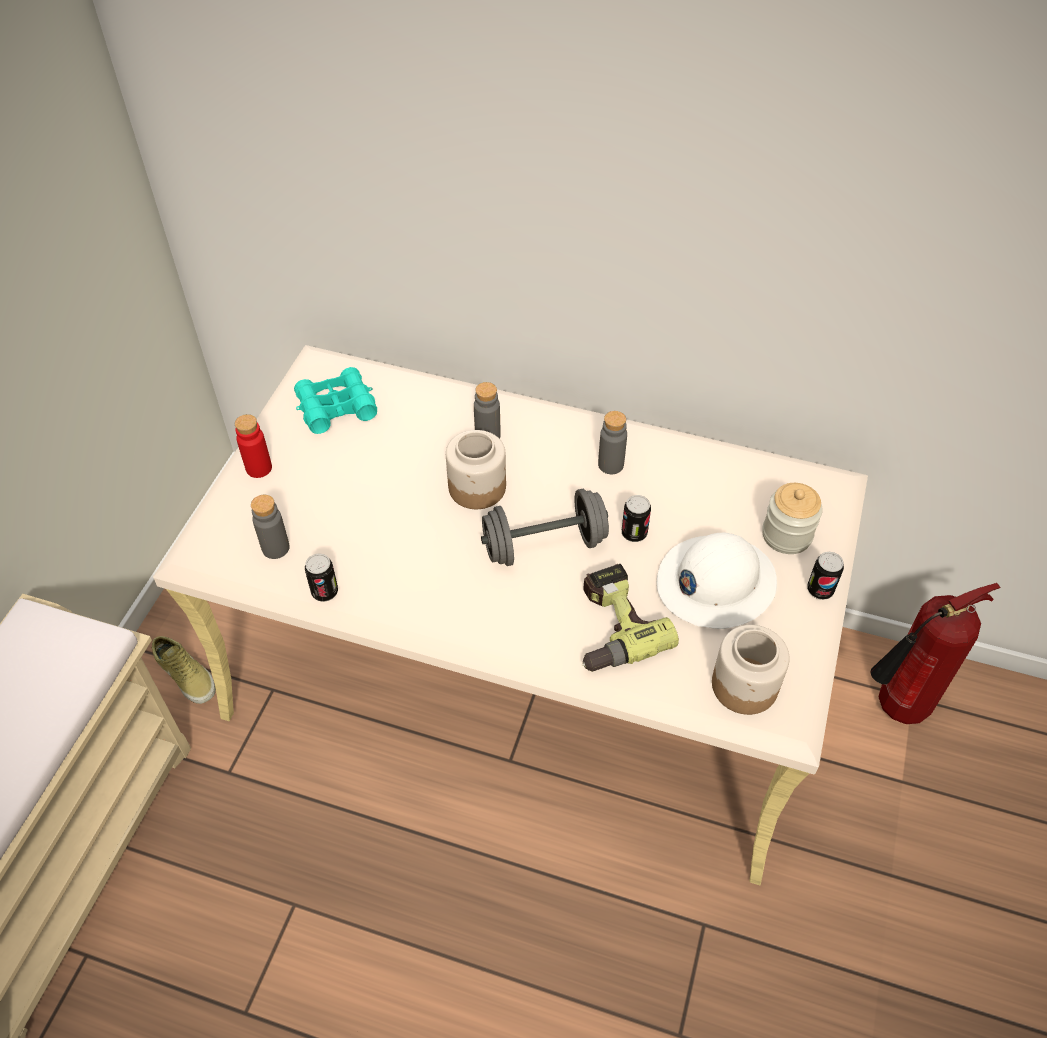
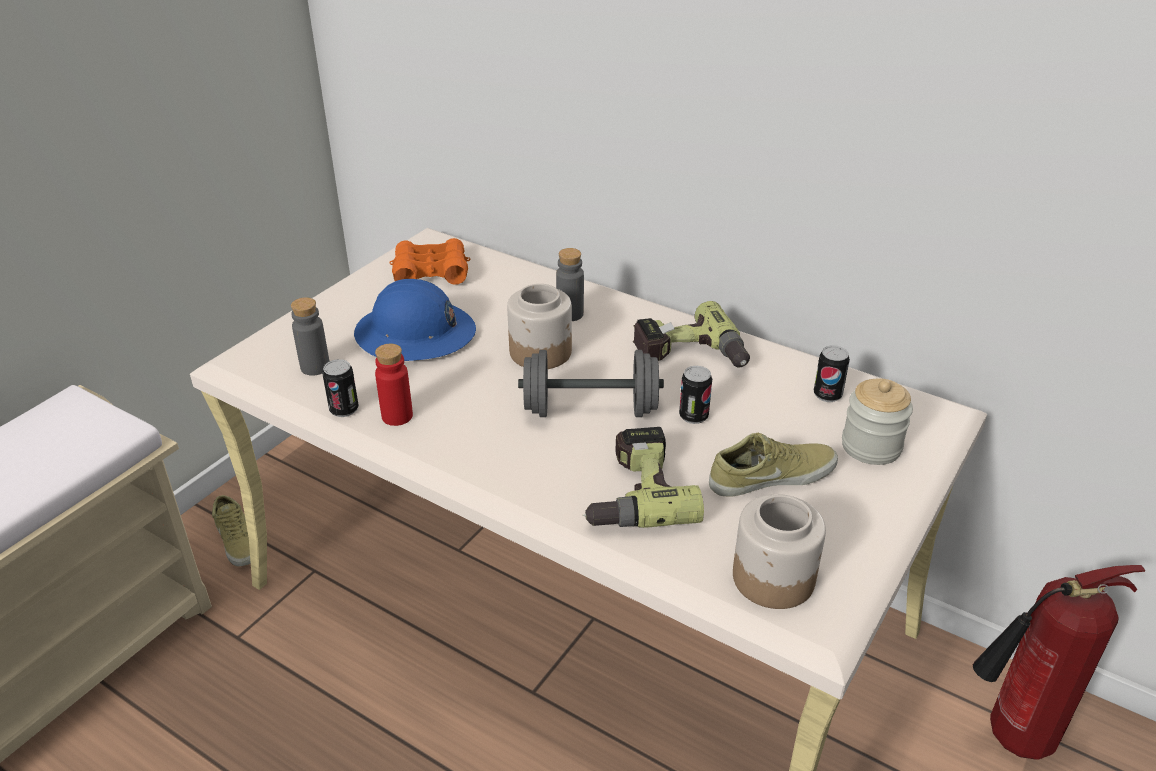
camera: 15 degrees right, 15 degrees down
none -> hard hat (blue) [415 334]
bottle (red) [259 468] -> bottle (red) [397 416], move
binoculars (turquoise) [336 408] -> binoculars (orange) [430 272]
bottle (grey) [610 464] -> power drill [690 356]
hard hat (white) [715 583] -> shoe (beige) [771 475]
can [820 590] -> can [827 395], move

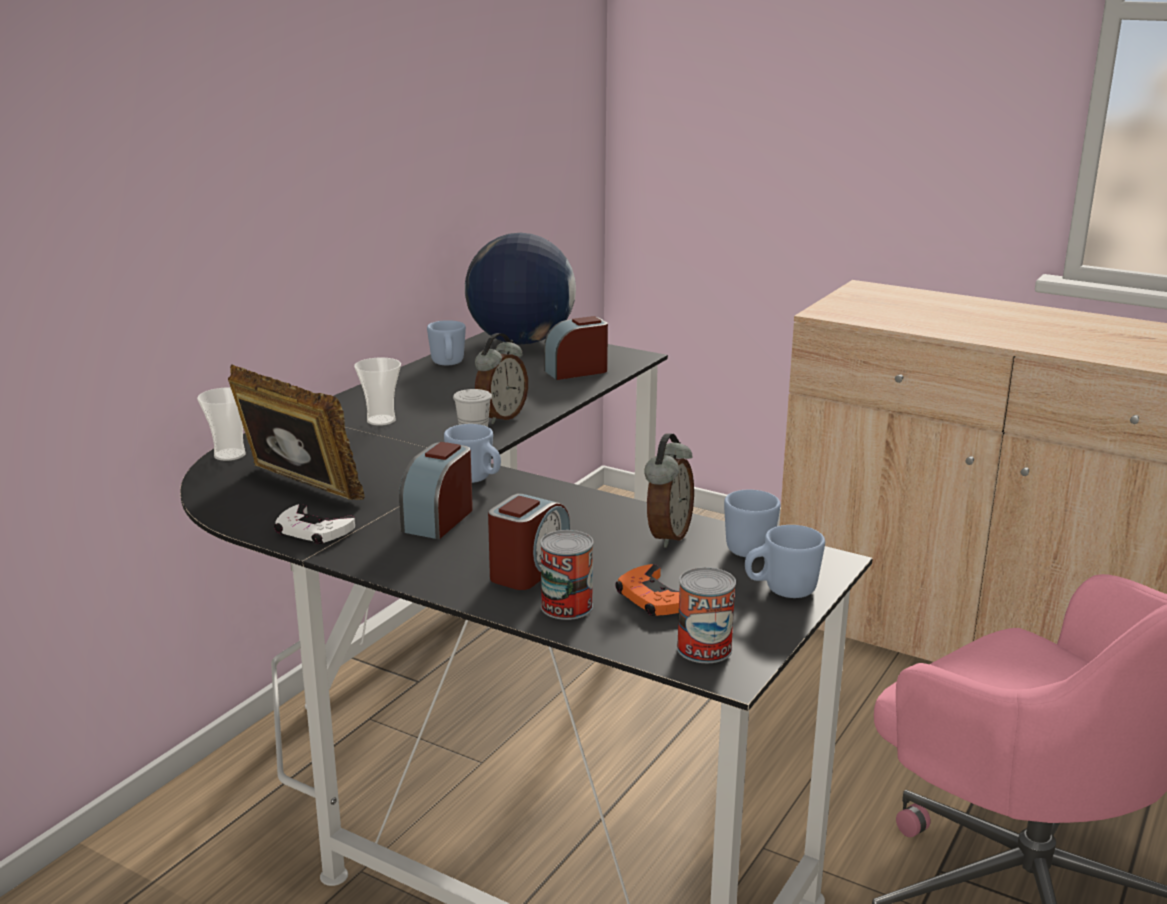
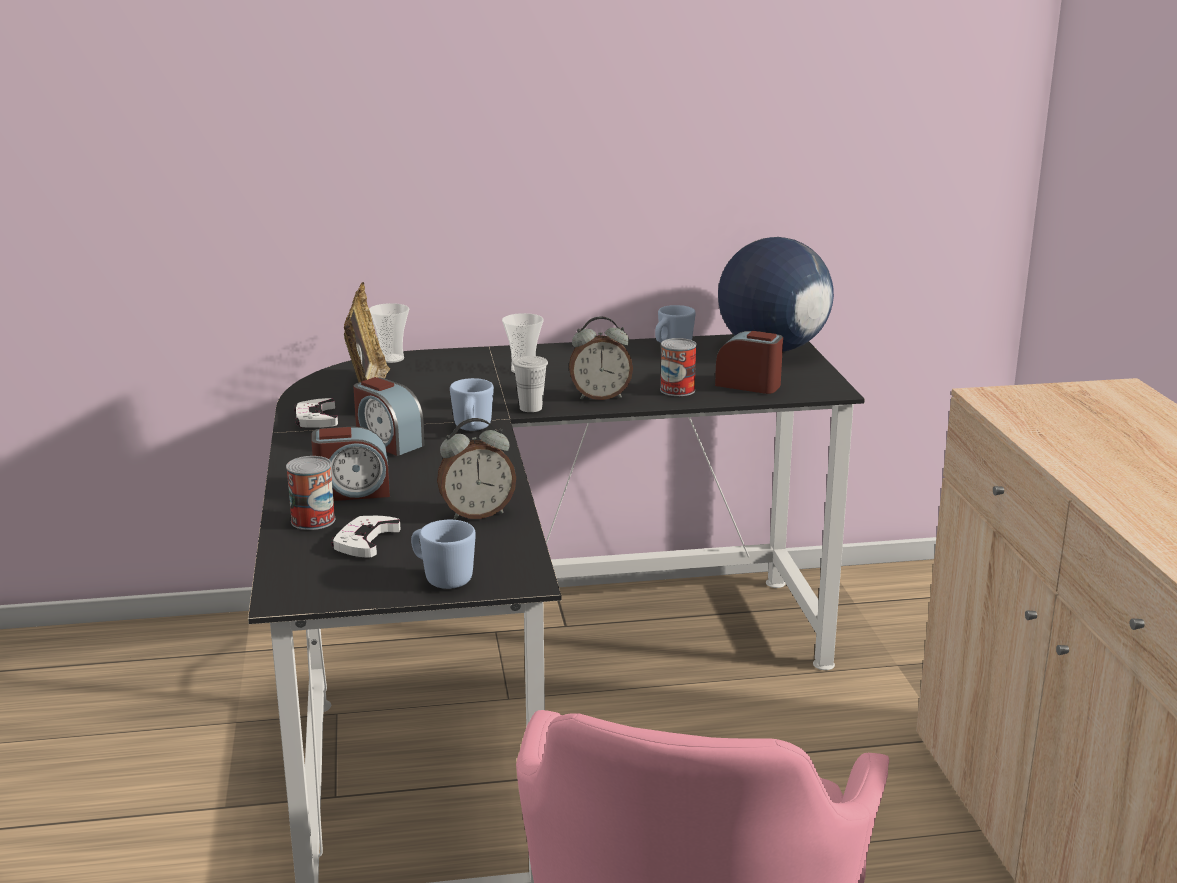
camera: 50 degrees right, 0 degrees up
game controller (orange) [655 598] -> game controller (white) [365 542]
alarm clock [438 519] -> alarm clock [388 442], 120 degrees counterclockwise
can [704 648] -> can [677 390], move
mug (blue) [747 546] -> none

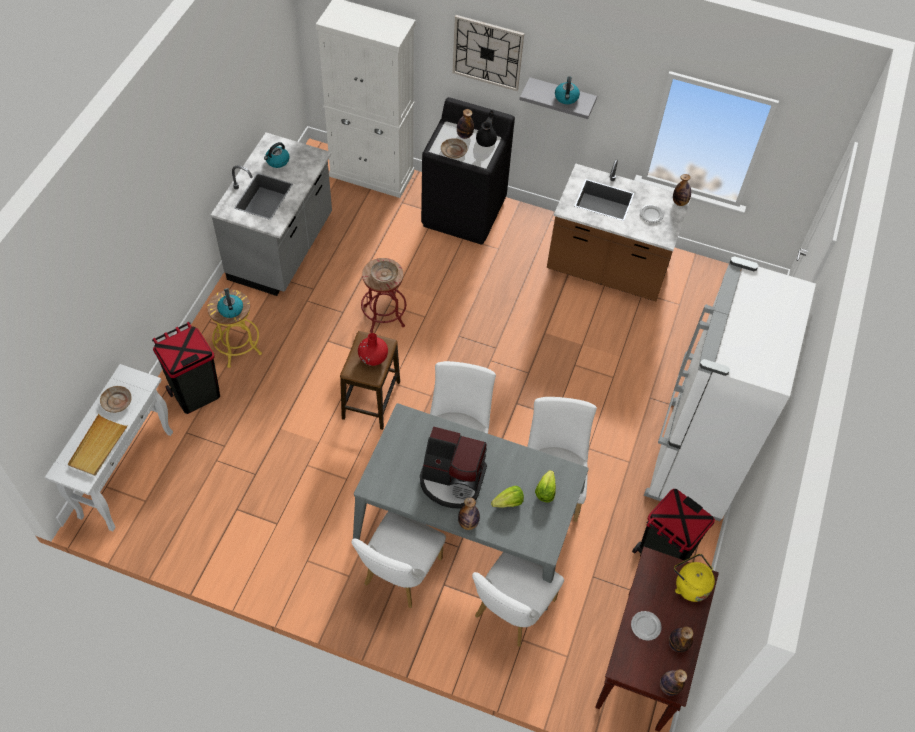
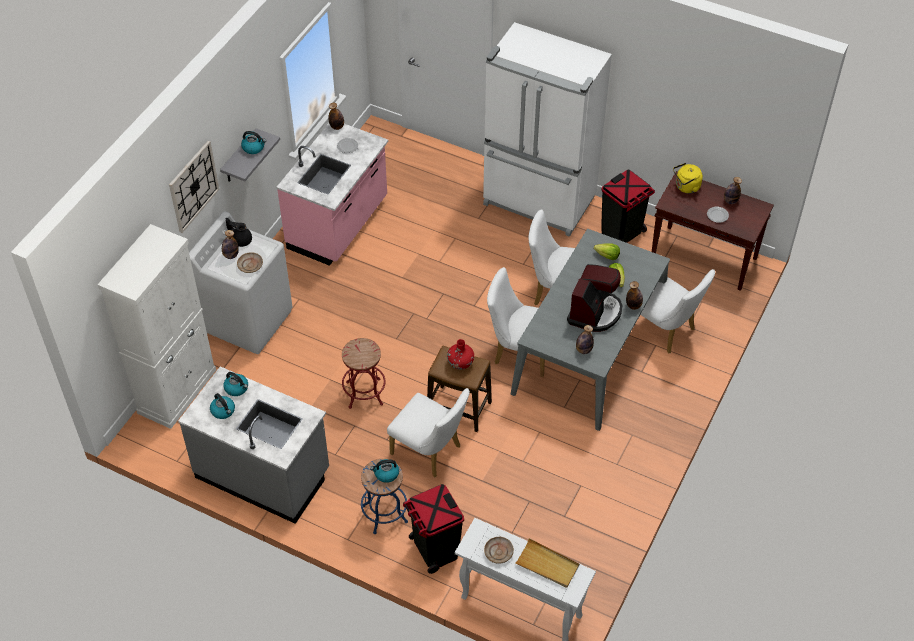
camera: 80 degrees left, 5 degrees down
washing machine (black) [464 212] -> washing machine (white) [248 320]
none -> kettle [237 388]
counter (brown) [607 269] -> counter (pink) [339 225]
stool (yellow) [238 348] -> stool (blue) [384 514]
chair (white) [399 575] -> chair (white) [430 452], move
bottle [669 687] -> bottle [583 350], move
plate (beige) [384 274] -> none

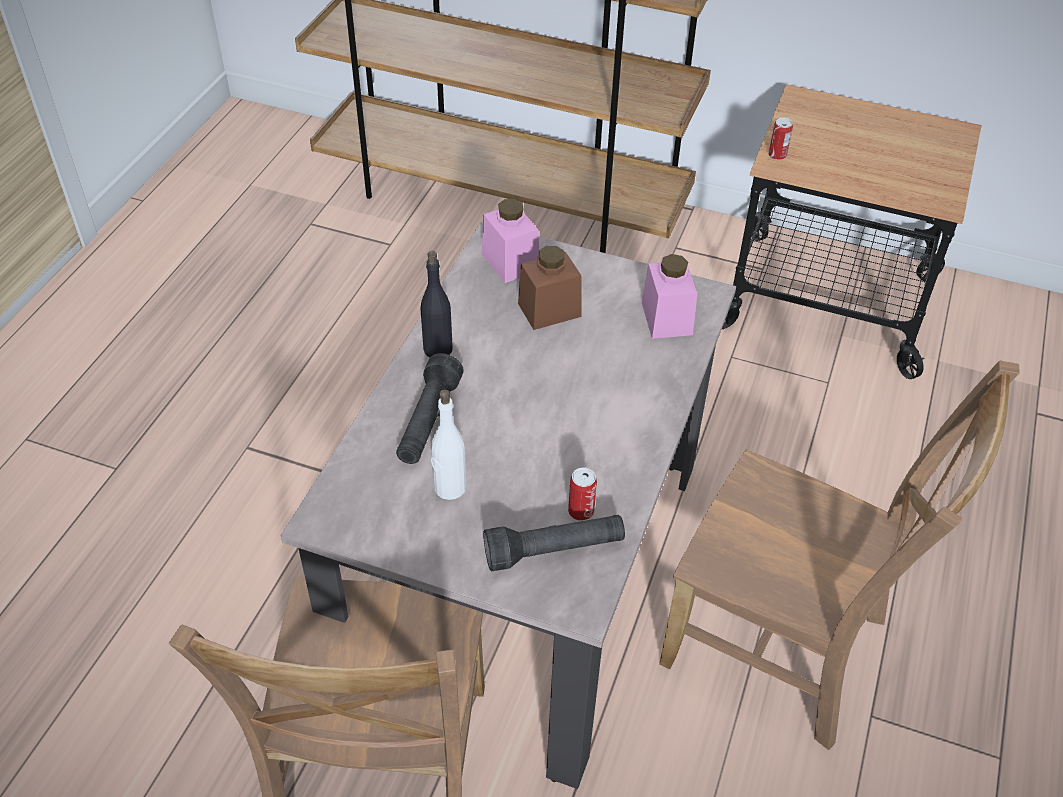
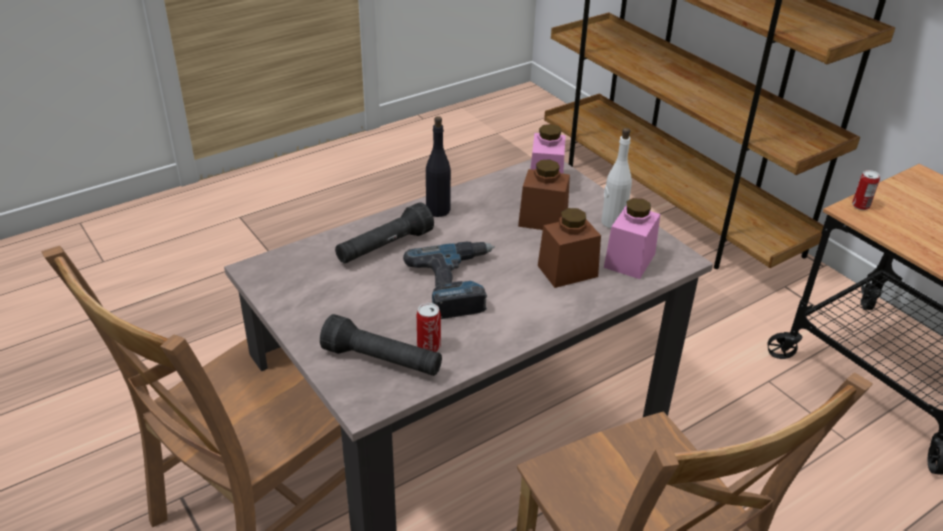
camera: 35 degrees right, 10 degrees down
none -> power drill [458 284]
none -> jar (brown) [567 271]
bottle (white) [449 487] -> bottle (white) [612 222], move

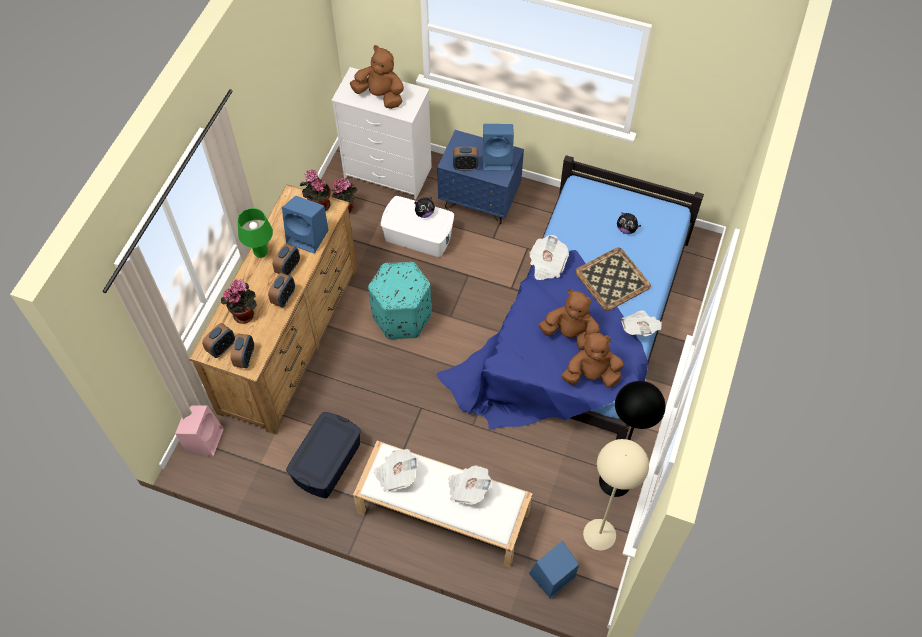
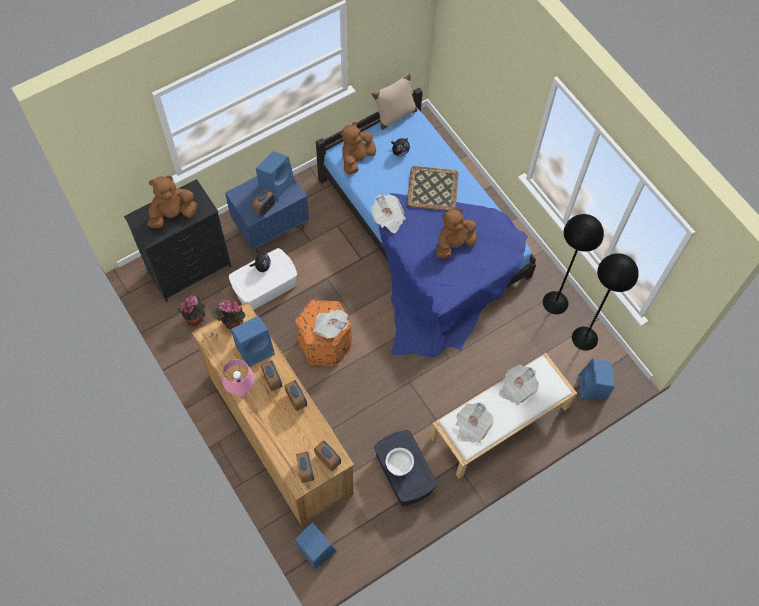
camera: 55 degrees left, 5 degrees up
dresser (white) [388 172] -> dresser (black) [190 268]
table lamp (green) [261 252] -> table lamp (pink) [241 390]
ottoman (turquoise) [401 316] -> ottoman (orange) [324 344]
speaker (pink) [204 438] -> speaker (blue) [316 548]
newspaper [639 328] -> newspaper [330 326], move
plush toy (brown) [591 375] -> plush toy (brown) [356 159], move
none -> pillow (beige) [394 116]
none -> bowl (white) [399 466]
floor lamp (beige) [599 534] -> floor lamp (black) [585 338]
potted plant [245 313] -> none

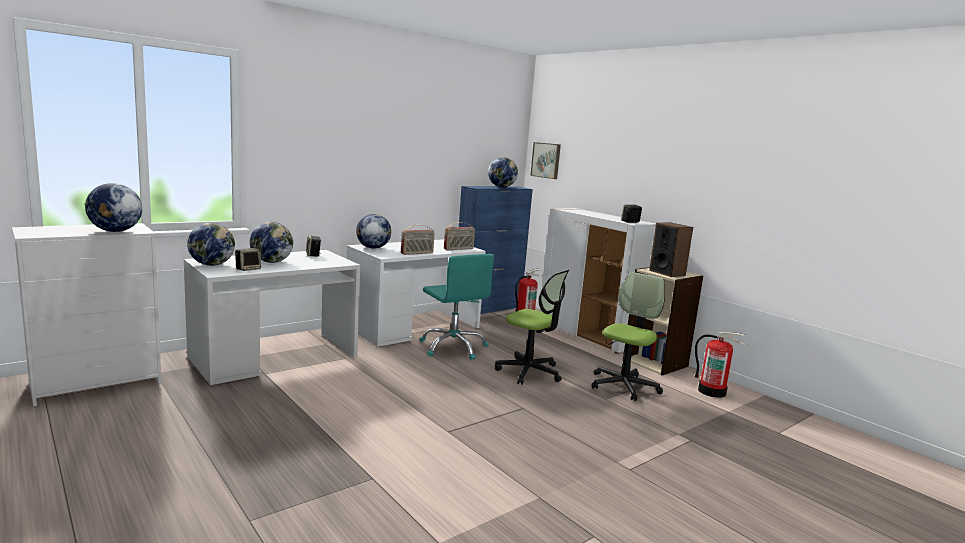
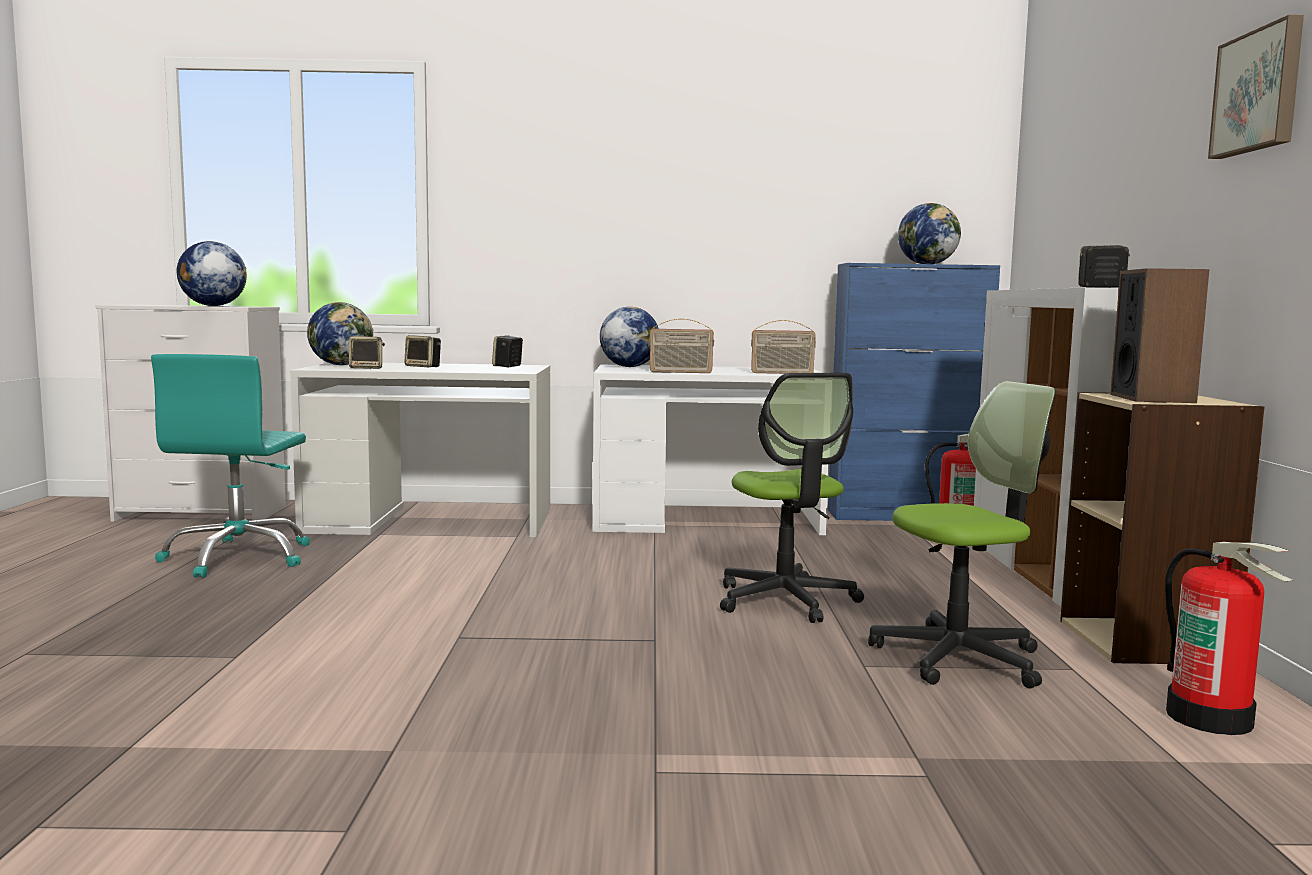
camera: 40 degrees right, 5 degrees down
office chair (turquoise) [453 347] -> office chair (turquoise) [238 558], move
globe [272 262] -> speaker [423 367]
picture [546 160] -> picture [1259 91], move

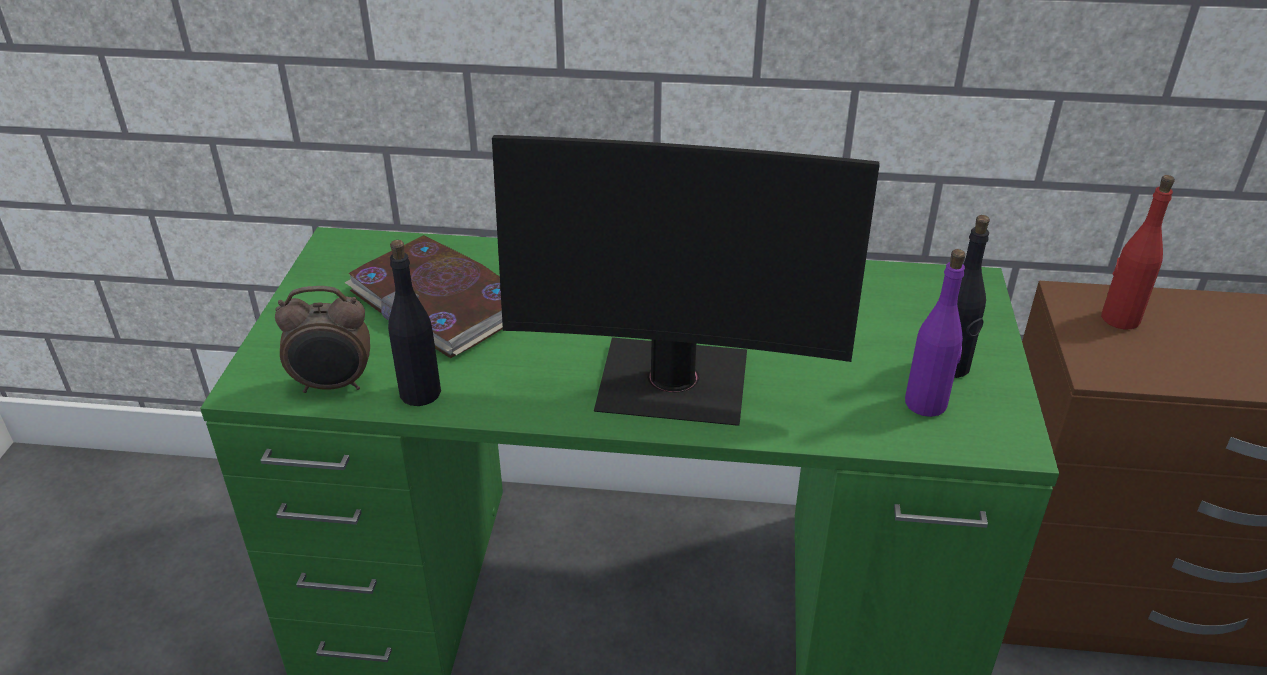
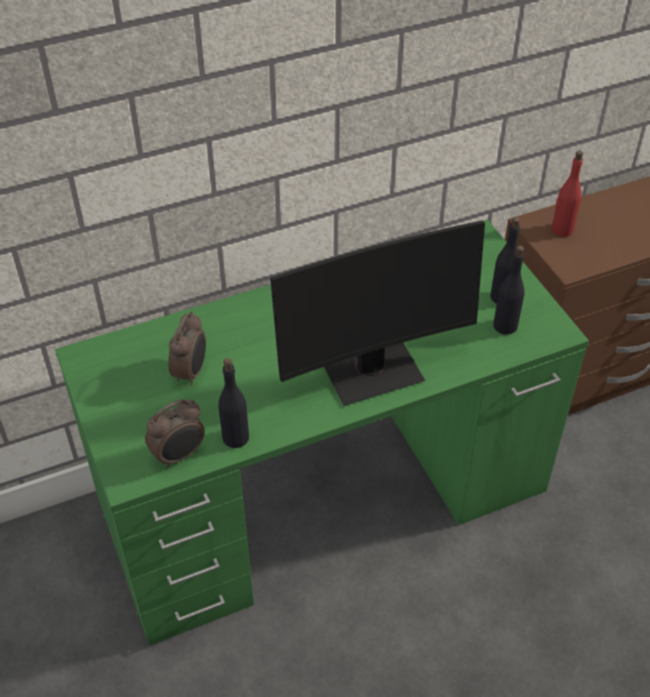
camera: 30 degrees left, 10 degrees up
book [440 302] -> alarm clock [191 372]
bottle (purple) [926 403] -> bottle (black) [505 326]

